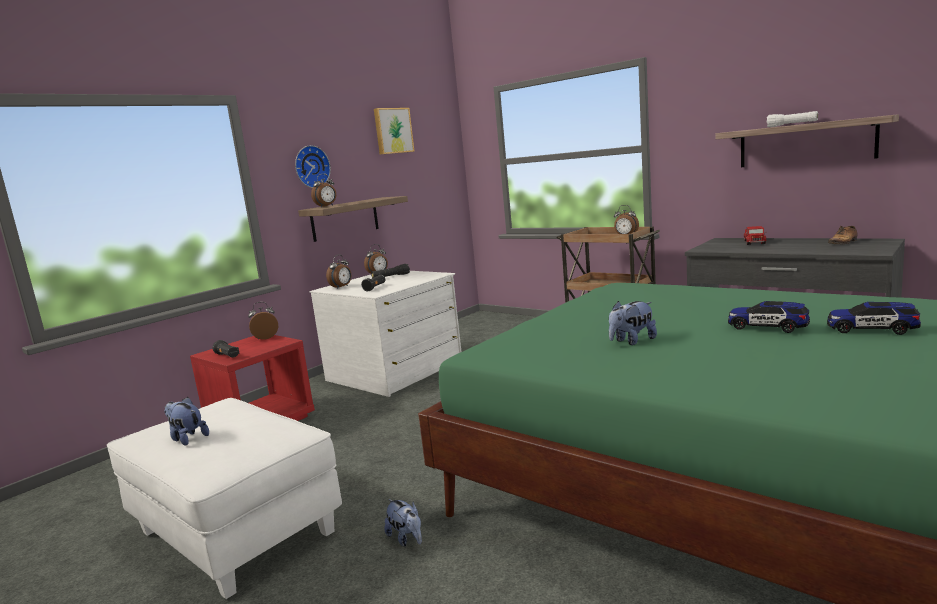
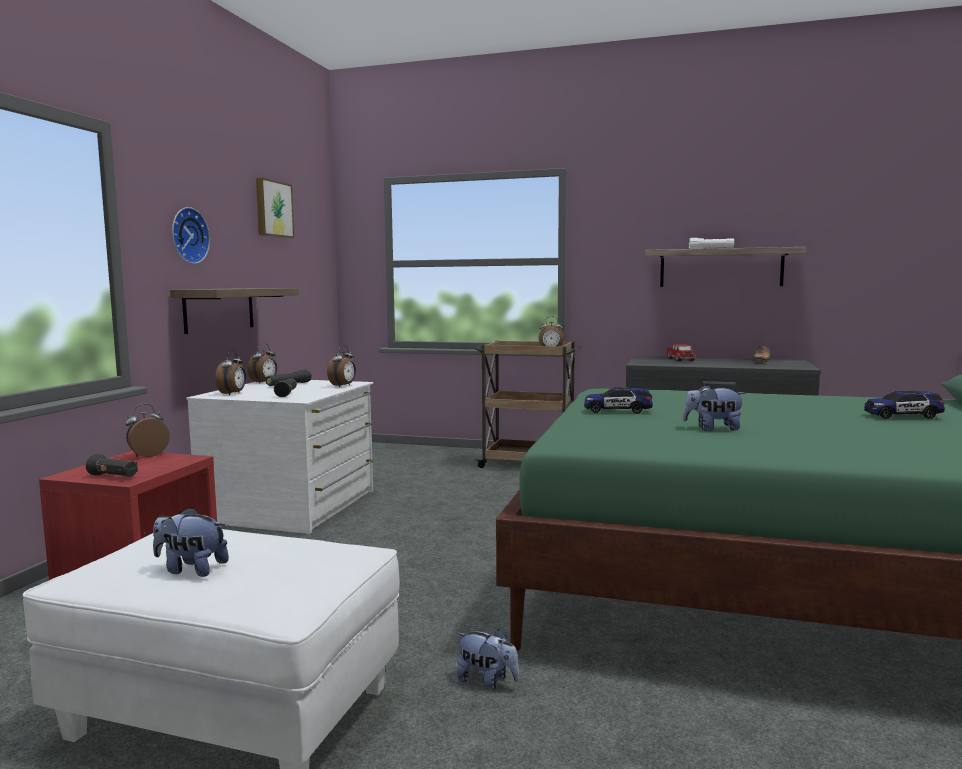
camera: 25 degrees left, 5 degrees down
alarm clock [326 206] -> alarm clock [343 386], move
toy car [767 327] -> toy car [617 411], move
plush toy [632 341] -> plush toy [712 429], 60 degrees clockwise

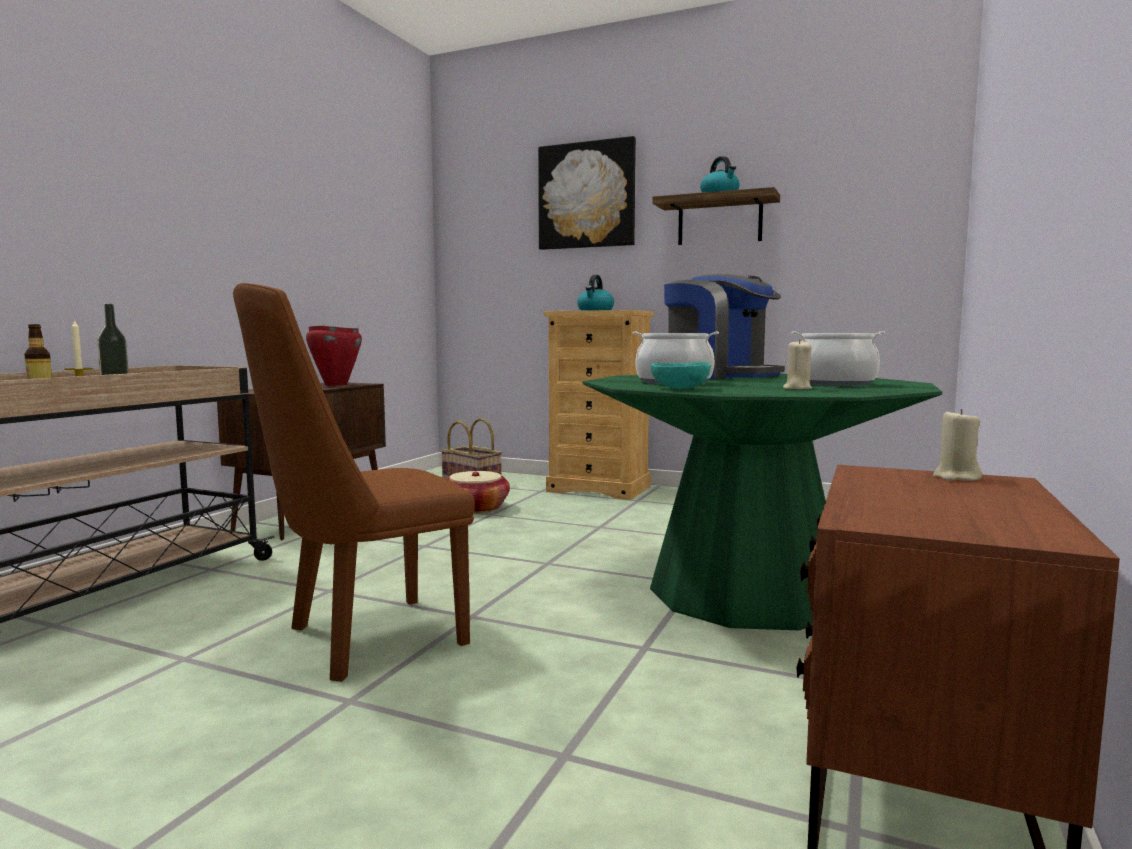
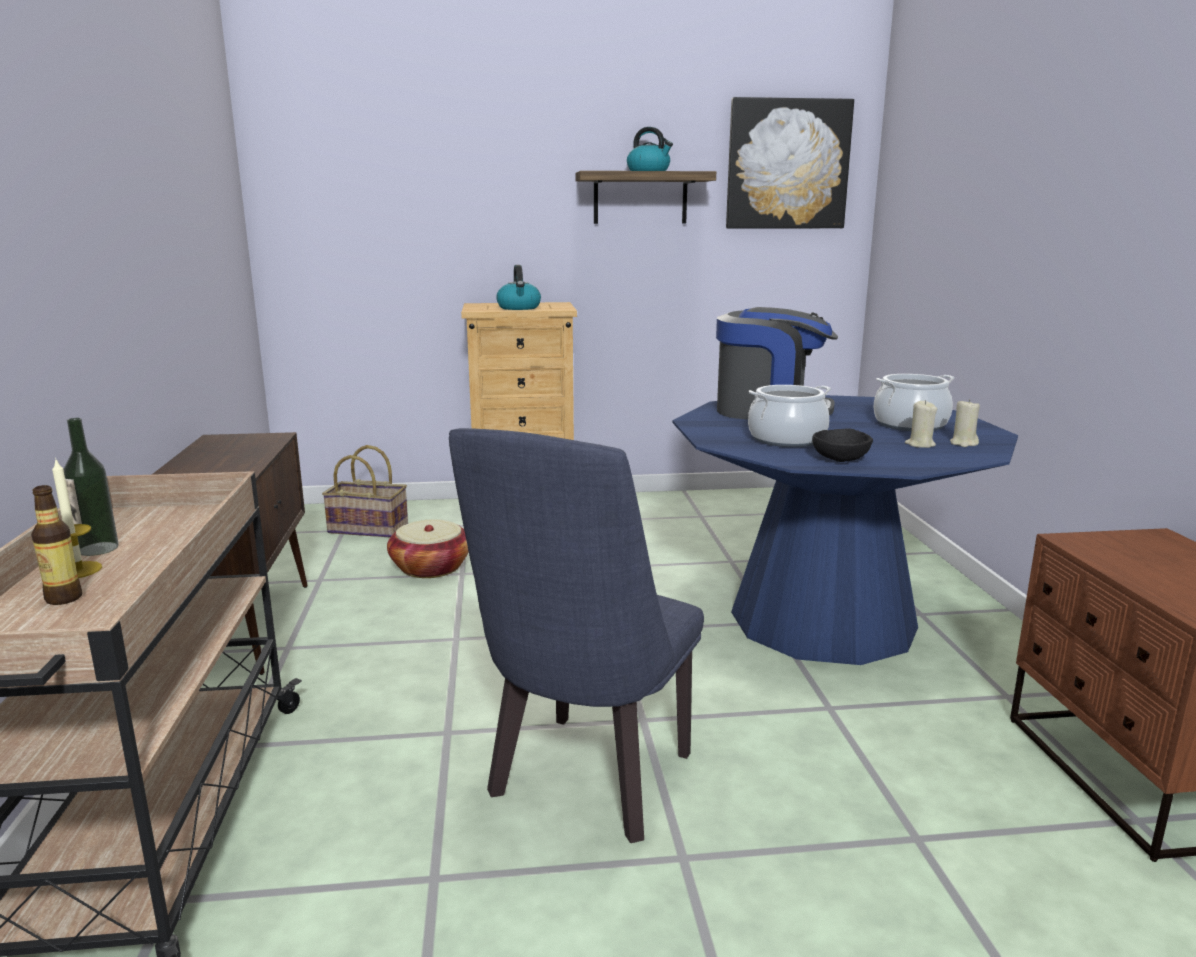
camera: 30 degrees left, 10 degrees up
chair (brown) [362 640] -> chair (blue) [585 785]
dining table (green) [746 591] -> dining table (blue) [822 619]
picture [587 195] -> picture [787 165], move
bowl (turquoise) [680 388] -> bowl (black) [840 459]
candle (beige) [956 477] -> candle (beige) [963 443], move
cooking pot (red) [335 385] -> none

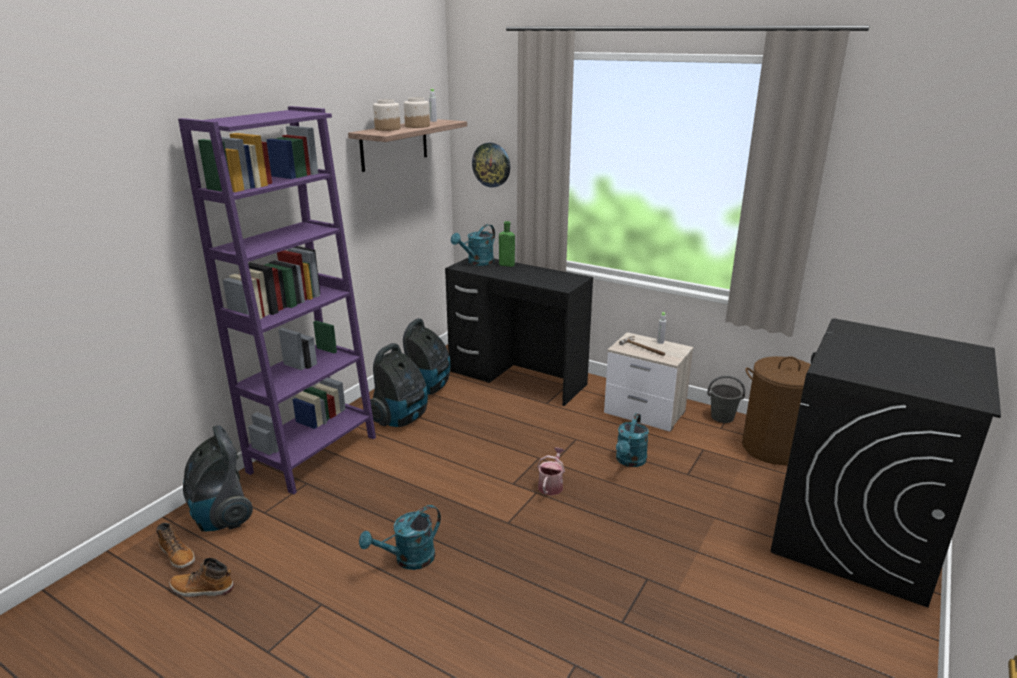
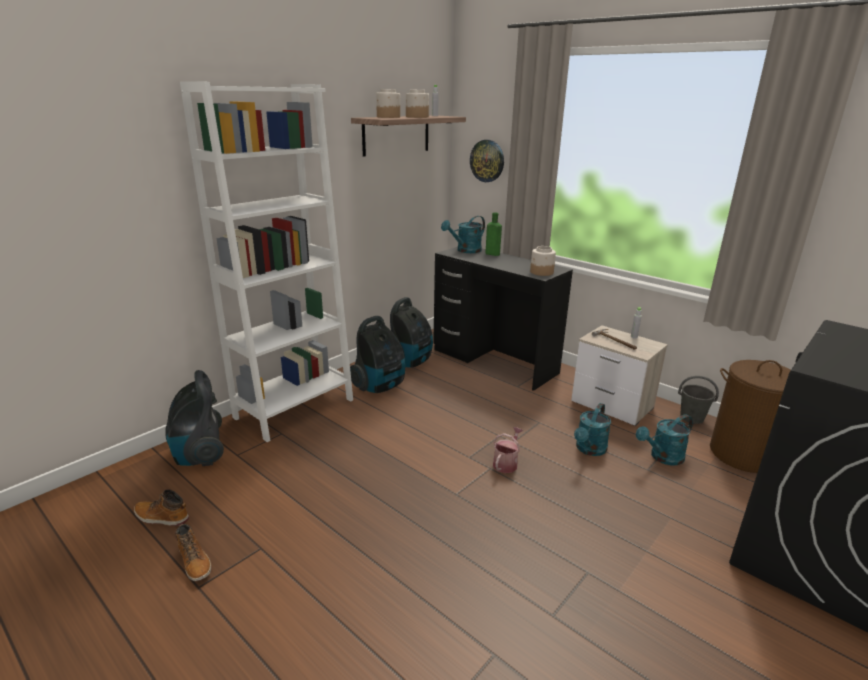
camera: 10 degrees right, 0 degrees up
boot [178 555] -> boot [195 562], move
bookcase (purple) [313 454] -> bookcase (white) [294 408]
none -> jar [541 272]
watering can (turquoise) [408 560] -> watering can (turquoise) [662 457], move

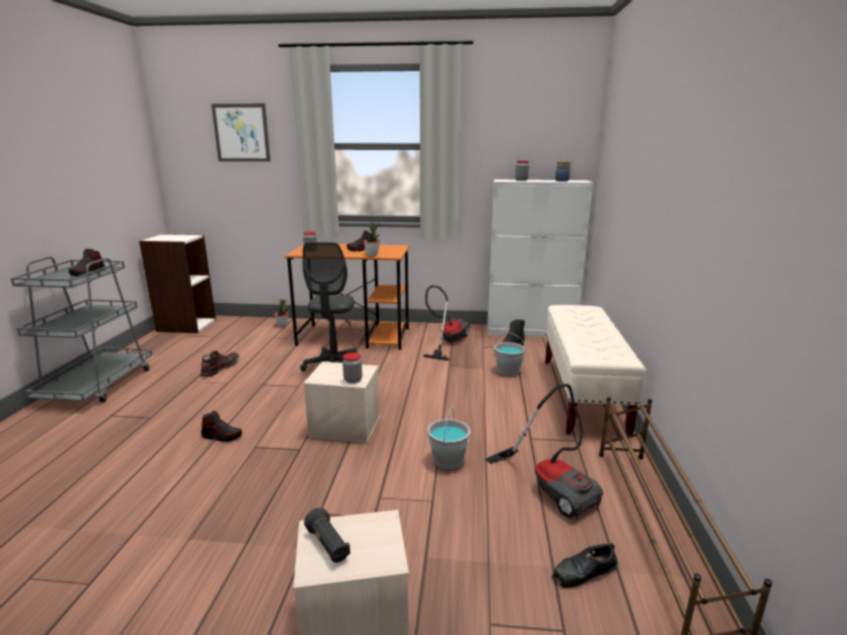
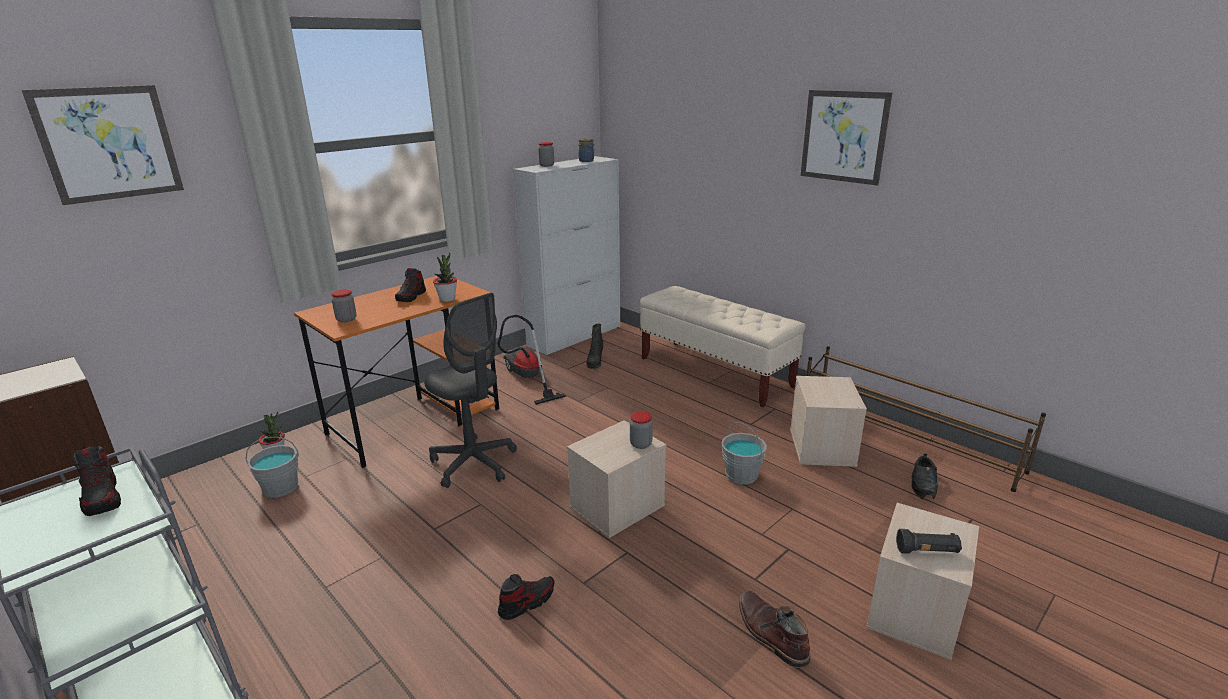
camera: 50 degrees left, 5 degrees up
bucket (grey) [508 371] -> bucket (grey) [281 487], move
boot (brown) [220 368] -> boot (brown) [770 634], move
vacuum cleaner [552 486] -> storage box (beige) [823 447]
none -> picture [843 136]

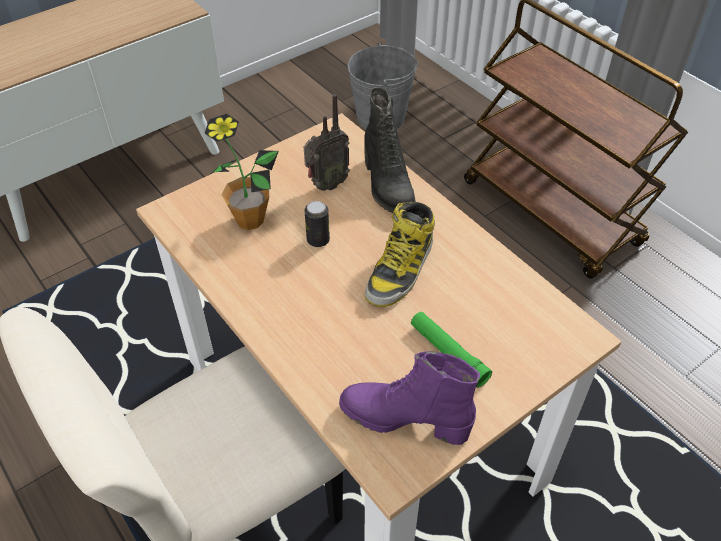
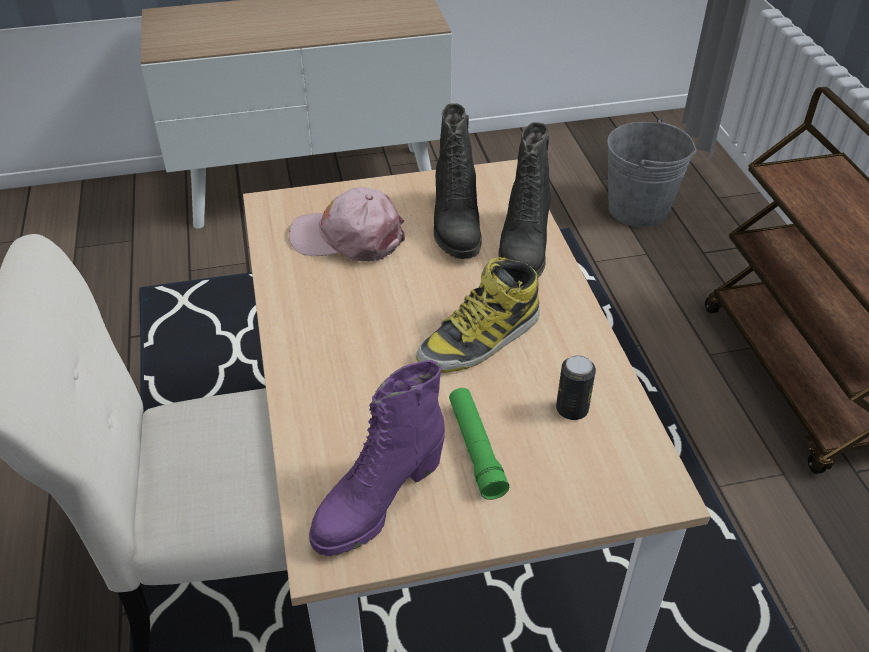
camera: 25 degrees right, 5 degrees down
potted plant [249 220] -> cap (pink) [348 237]
boot (purple) [405 419] -> boot (purple) [377 501], 90 degrees counterclockwise
radio [326 185] -> boot (black) [454 226]
can [318 240] -> can [572 409], move

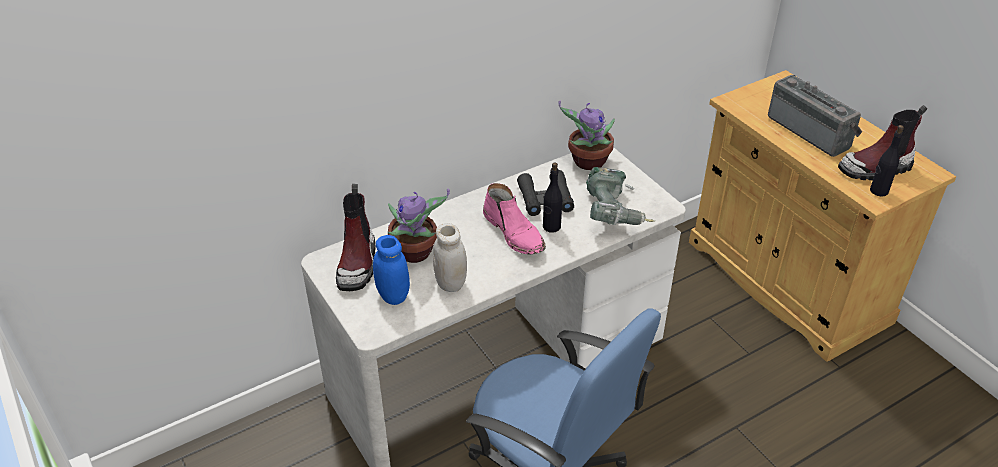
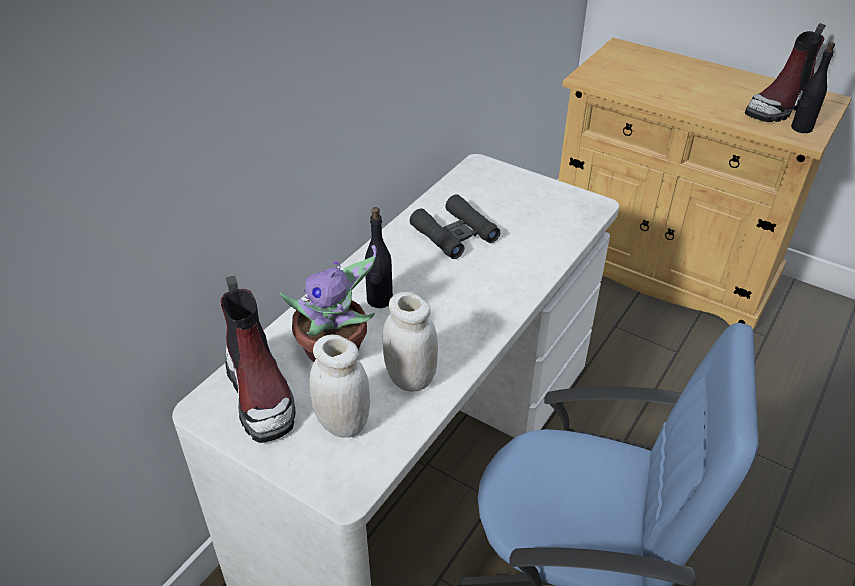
camera: 25 degrees left, 0 degrees up
jar (blue) [393 296] -> jar (white) [343 423]
bottle (black) [551 227] -> bottle (black) [379 300], move
boot (pink) [515 233] -> none
potted plant [587 162] -> none
power drill [615 213] -> none
radio [811 131] -> none

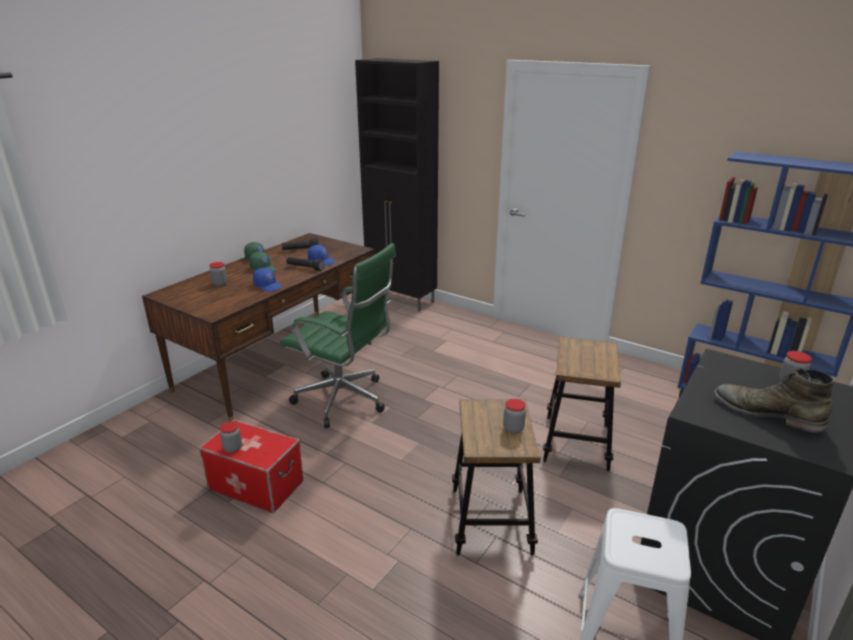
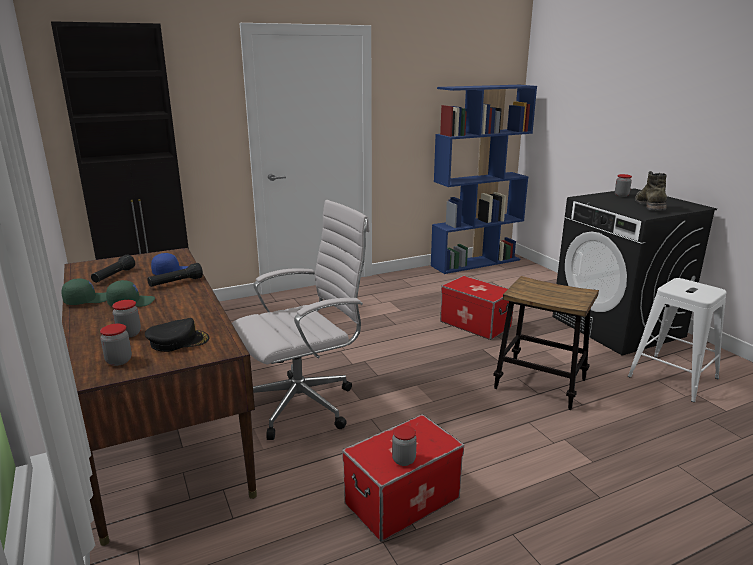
camera: 60 degrees left, 5 degrees down
jar [513 429] -> jar [119 361], move
none -> cap (black) [178 341]
office chair (green) [345 400] -> office chair (white) [305 404]
stool [576 443] -> storage box [475 324]
boot (green) [766 413] -> boot (green) [649 205], 120 degrees clockwise
cap (blue) [268 286] -> none

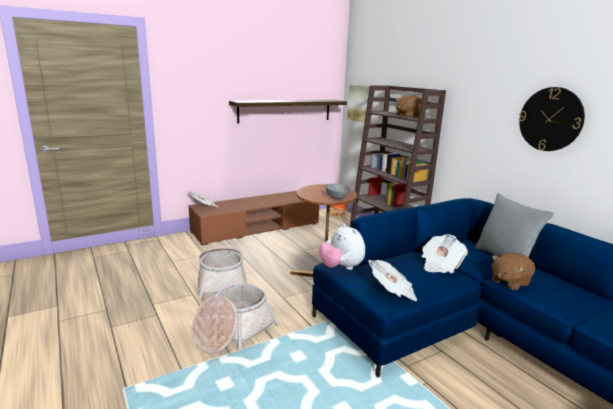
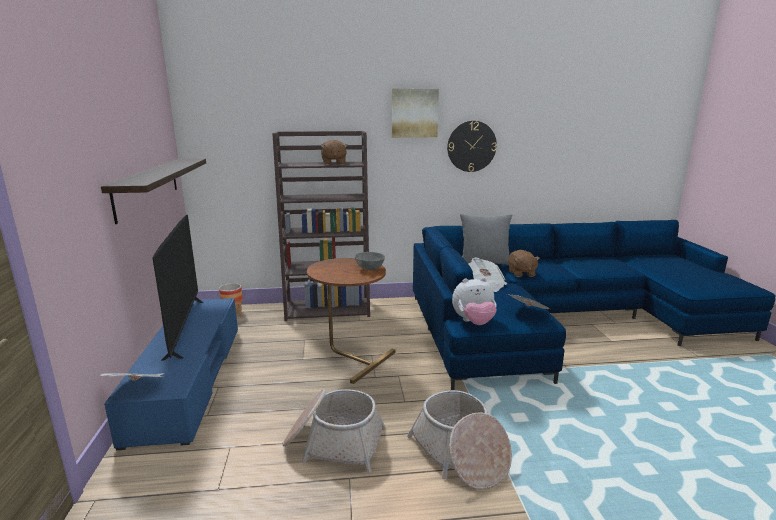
camera: 65 degrees left, 0 degrees up
tv stand (brown) [256 228] -> tv stand (blue) [189 379]
none -> television [185 327]
picture [361 103] -> picture [414 113], move

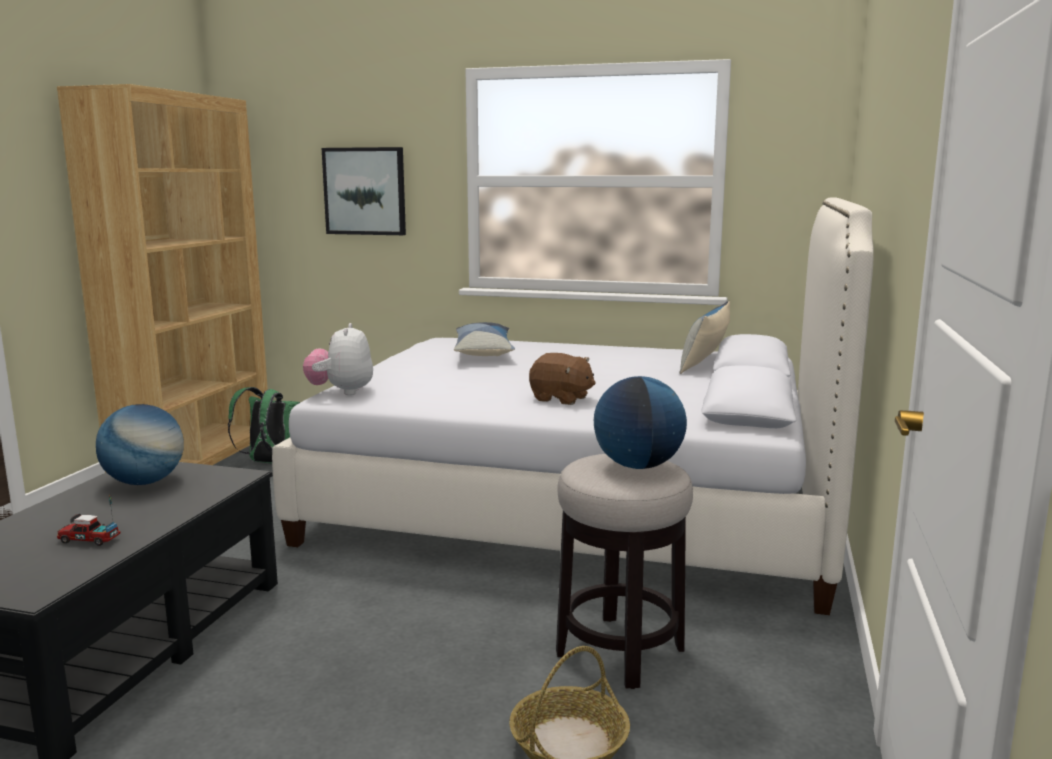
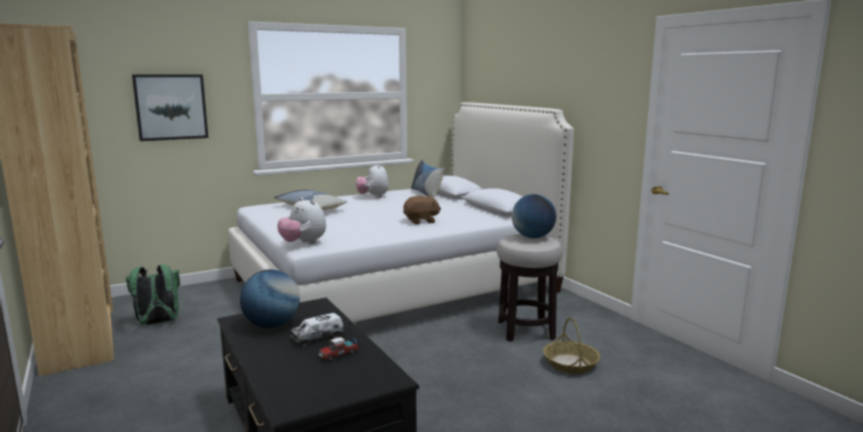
camera: 45 degrees left, 0 degrees up
none -> toy truck [317 337]
none -> plush toy [373 196]

